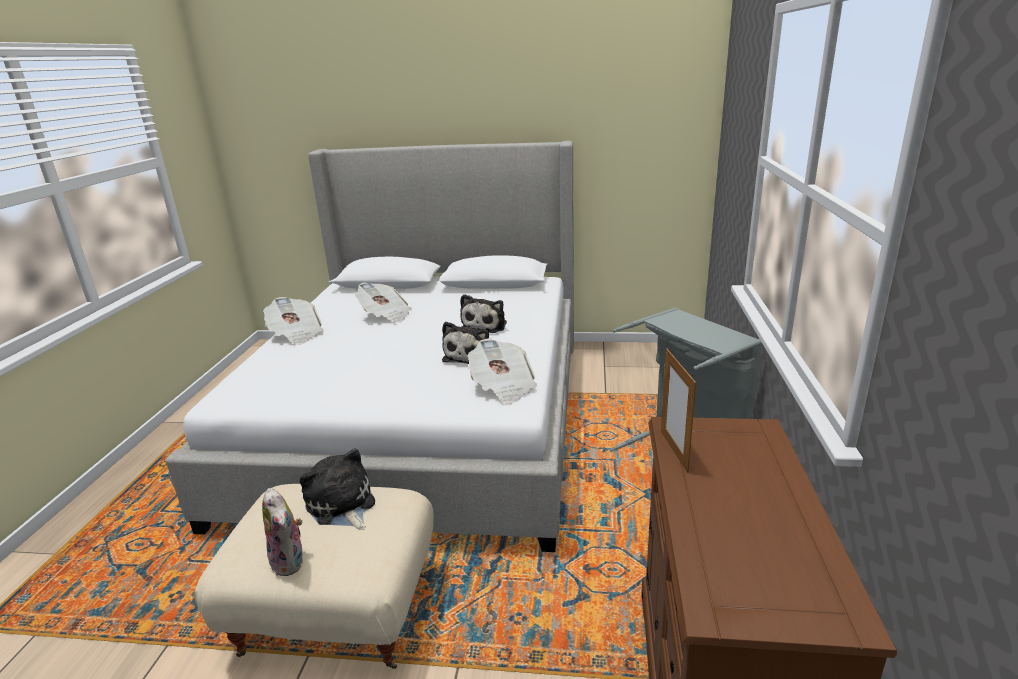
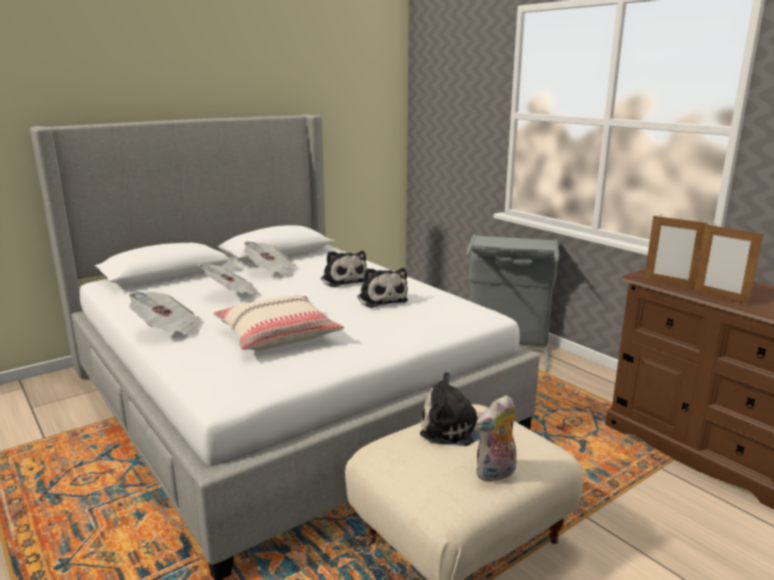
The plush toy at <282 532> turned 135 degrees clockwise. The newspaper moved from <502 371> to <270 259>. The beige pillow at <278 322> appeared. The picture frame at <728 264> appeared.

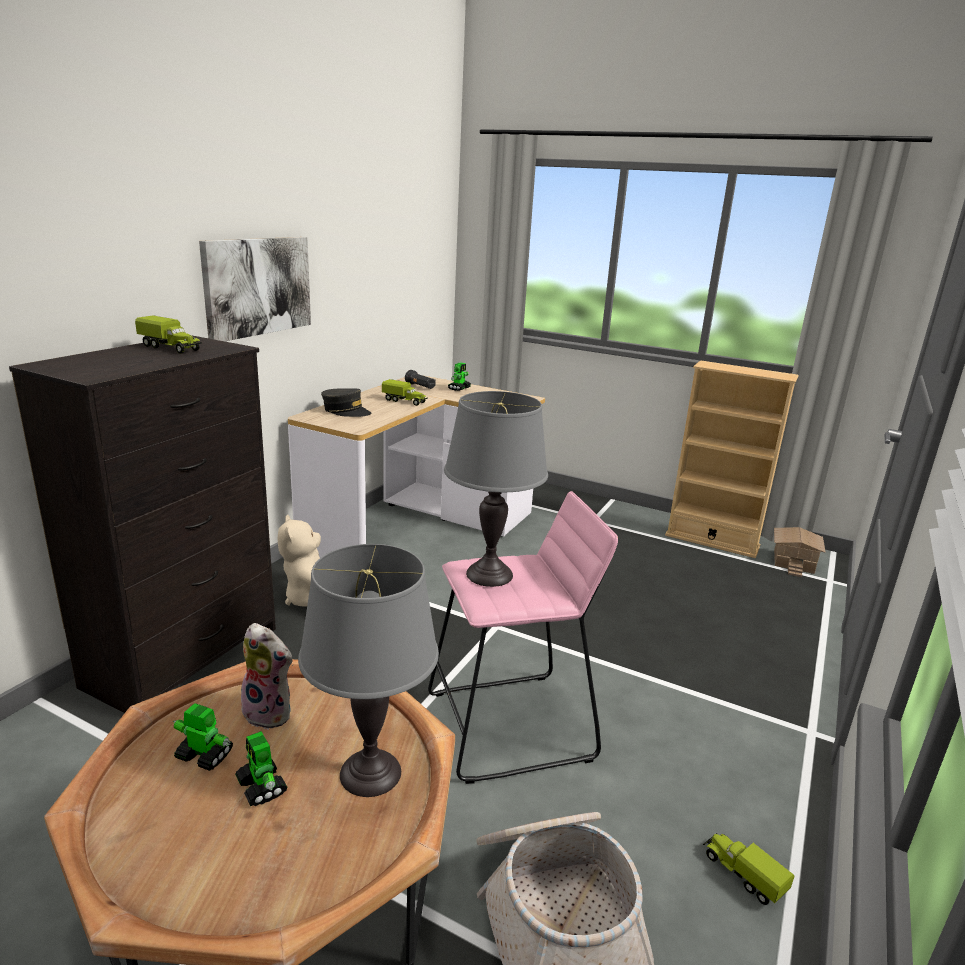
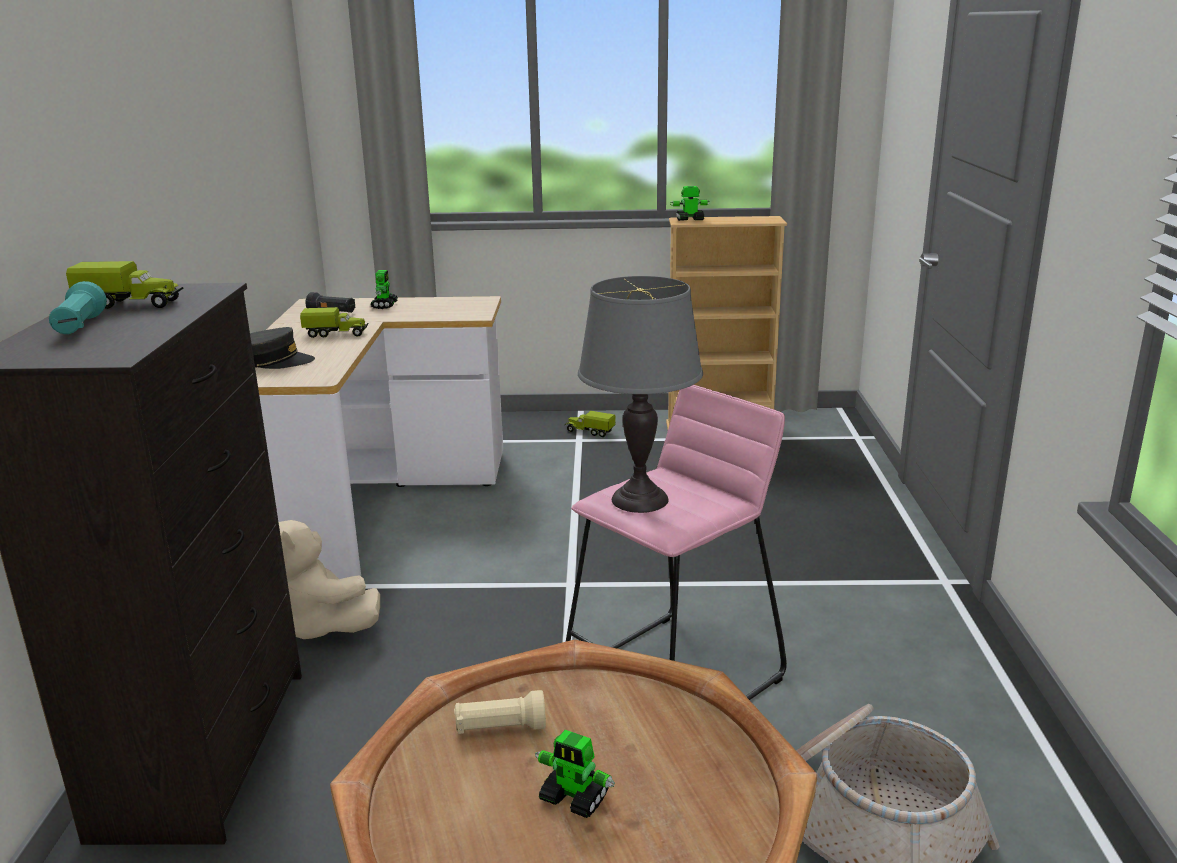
The toy robot moved from <203 737> to <690 203>. The picture at <255 289> disappeared. The plush toy at <267 676> was replaced by the beige flashlight at <500 712>. The grey table lamp at <368 670> disappeared. The toy truck moved from <748 869> to <589 424>. The toy house at <800 552> disappeared. The turquoise flashlight at <78 307> appeared.

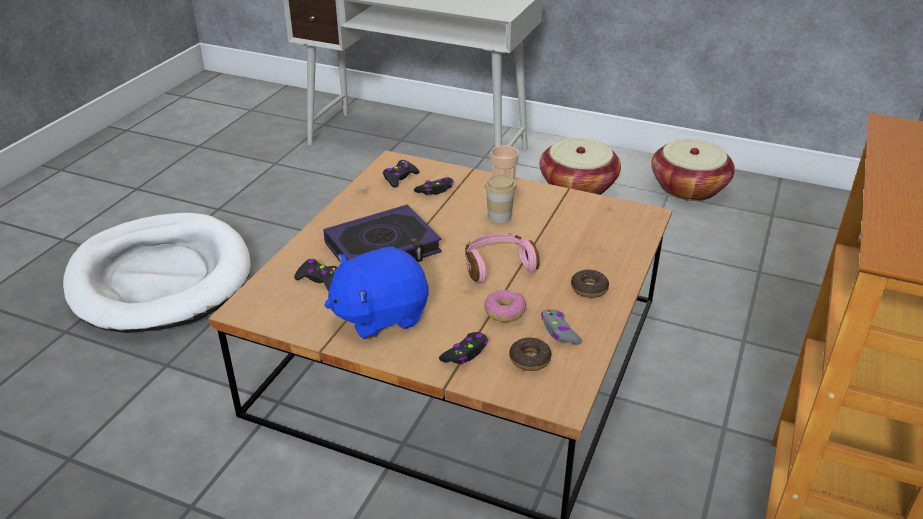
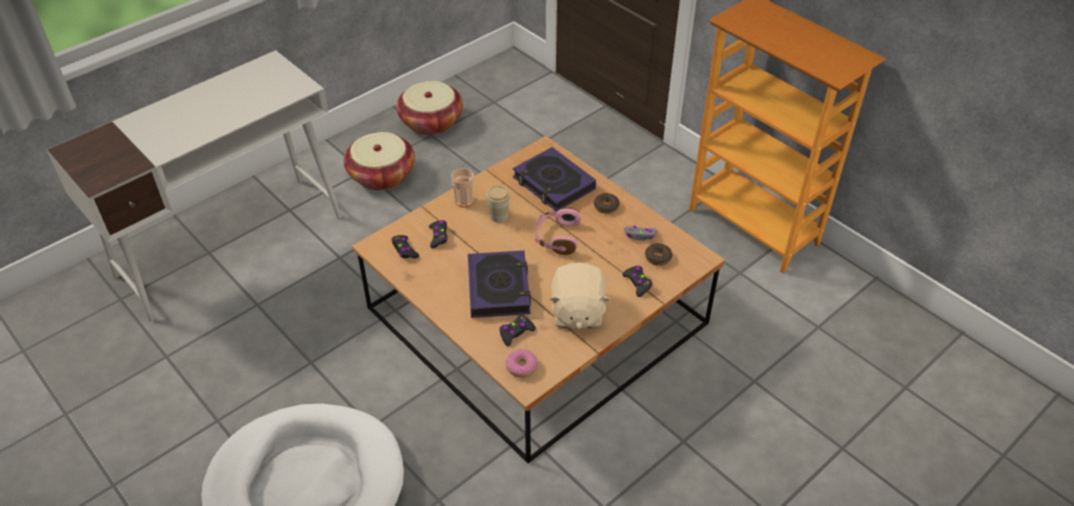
The blue plush toy at <376 293> became the beige plush toy at <579 295>. The donut moved from <505 306> to <522 363>. The book at <554 179> appeared.

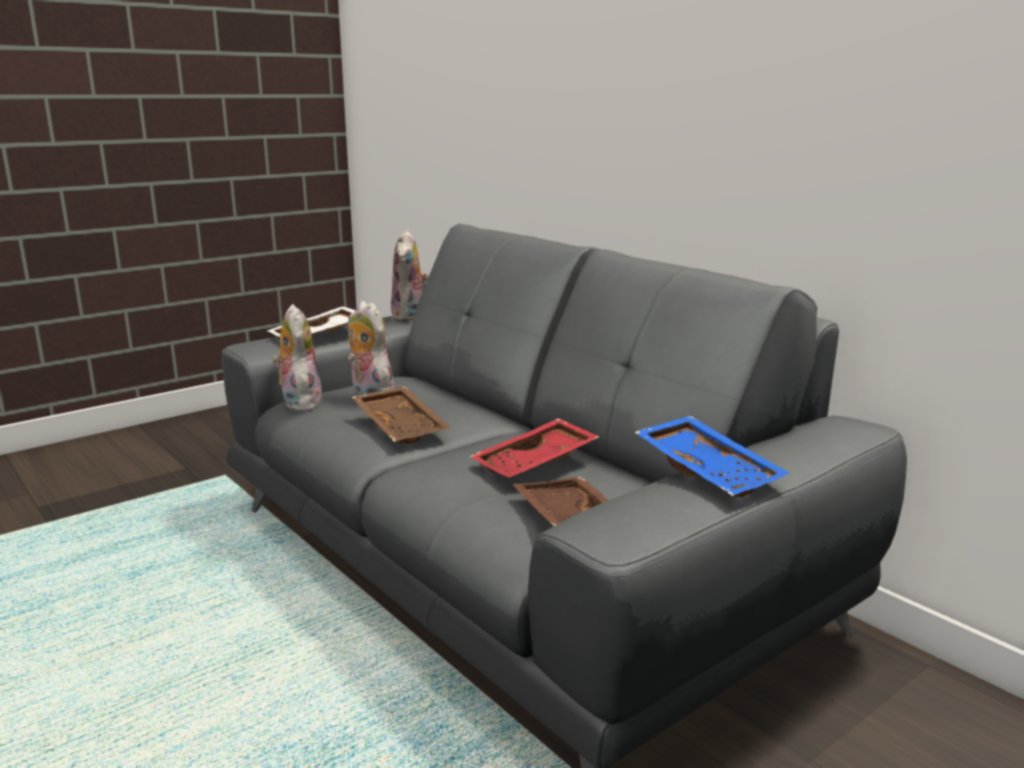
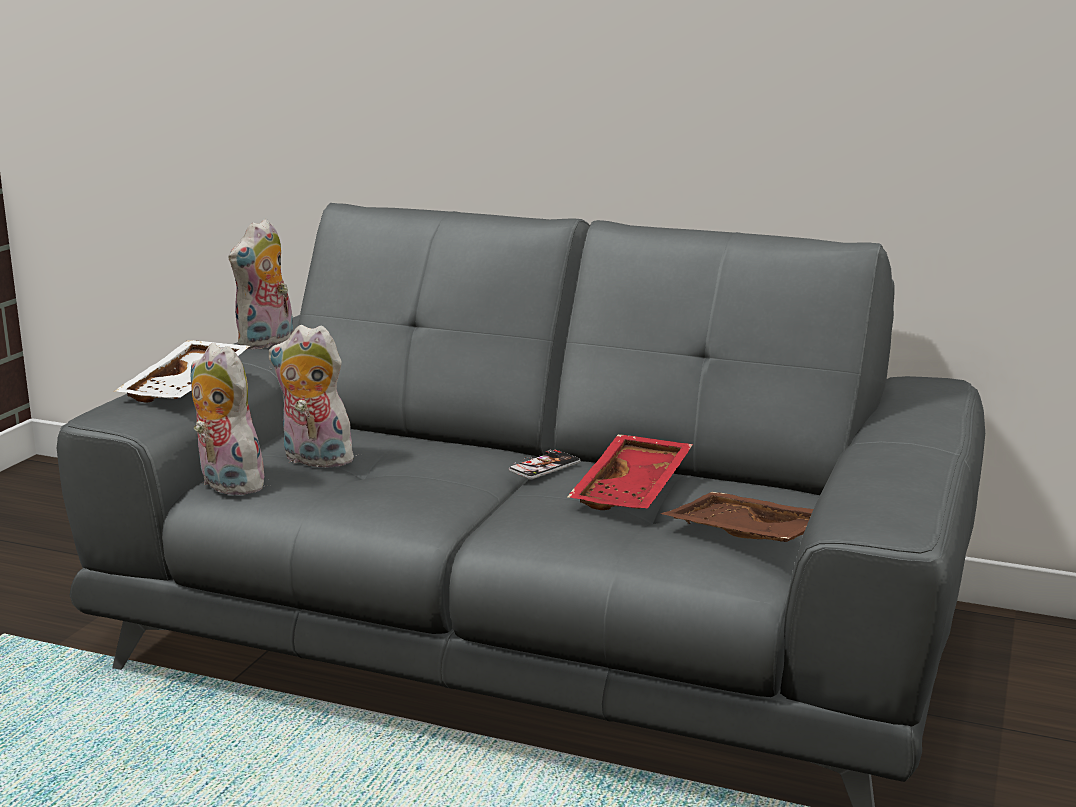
The brown tray at <401 415> disappeared. The plush toy at <410 276> turned 60 degrees clockwise. The blue tray at <712 456> disappeared. The phone at <545 464> appeared.

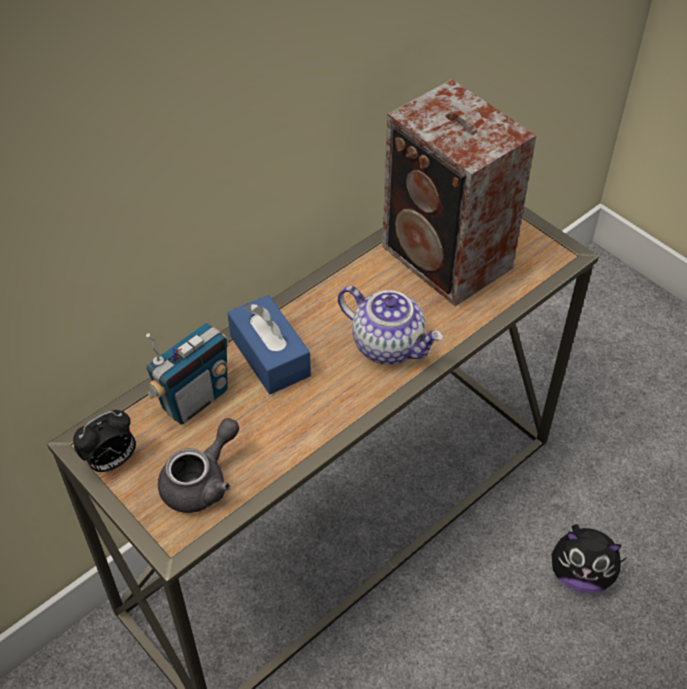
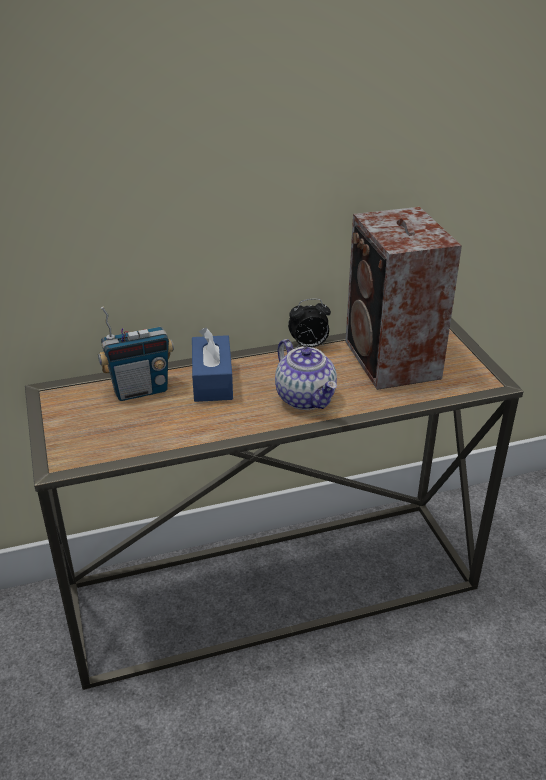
The alarm clock moved from <104 441> to <309 323>. The grey teapot at <198 465> disappeared. The plush toy at <589 558> disappeared.

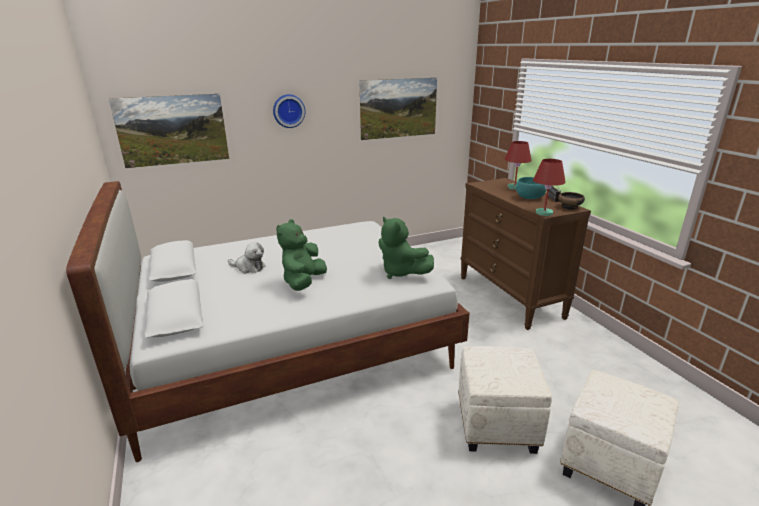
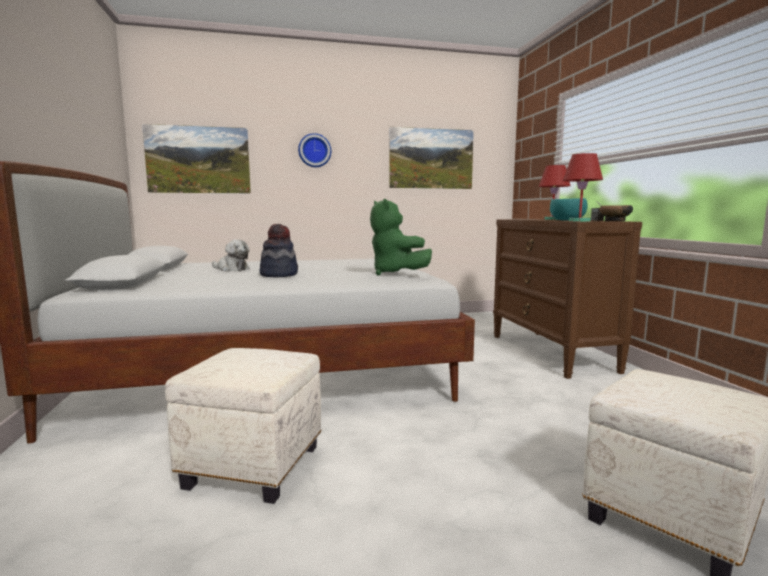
The green plush toy at <301 255> was replaced by the hat at <279 250>. The white ottoman moved from <505 400> to <243 426>.

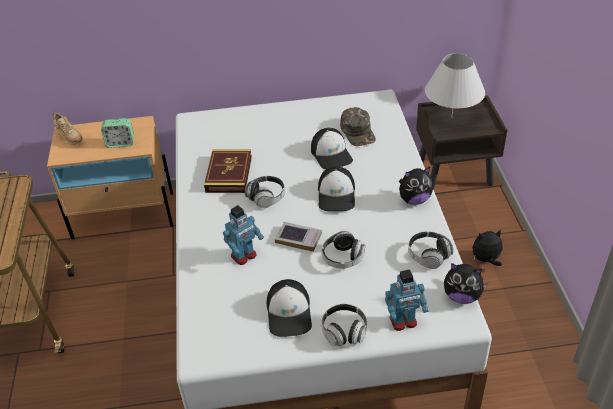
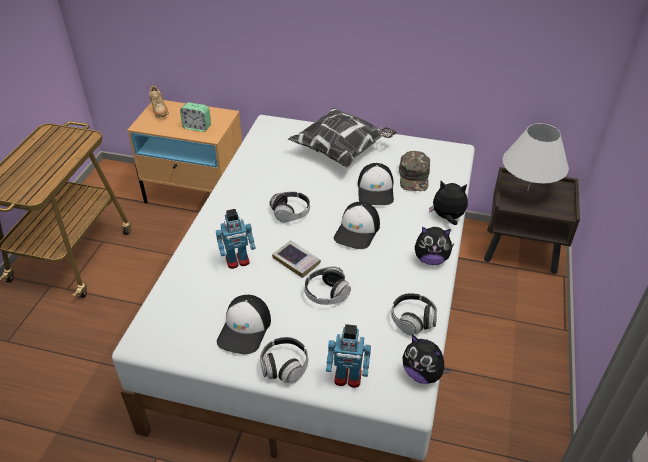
The book at <228 171> disappeared. The plush toy moved from <487 248> to <448 203>. The pillow at <342 138> appeared.

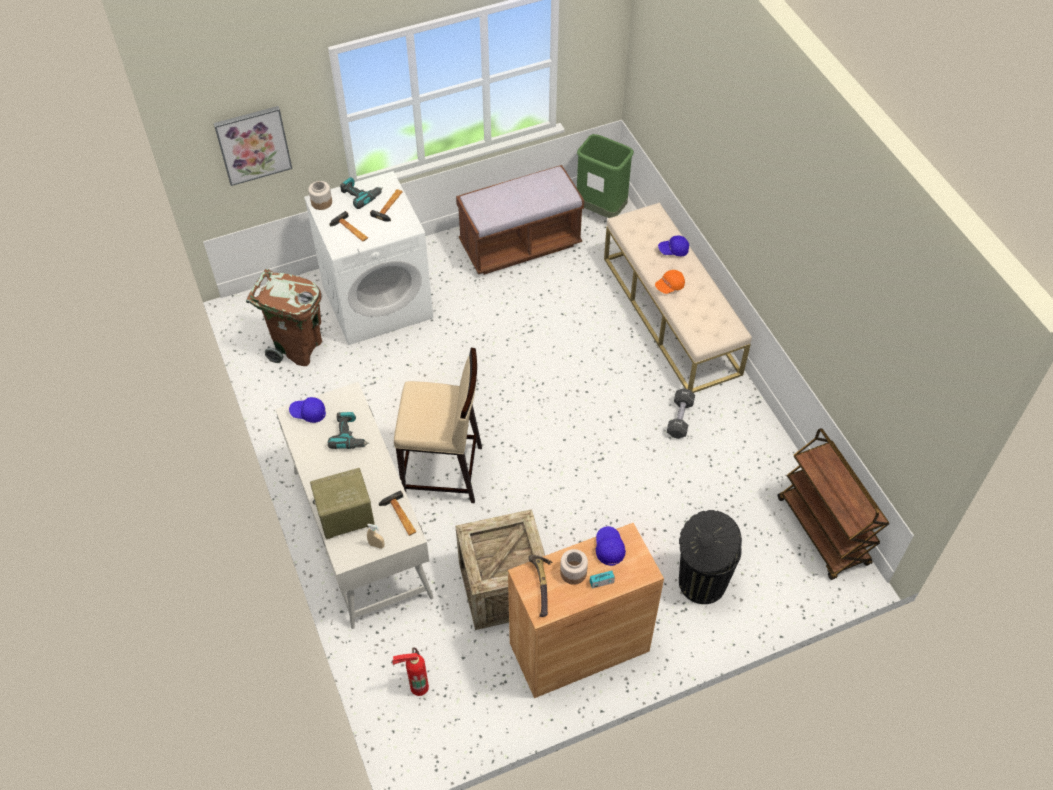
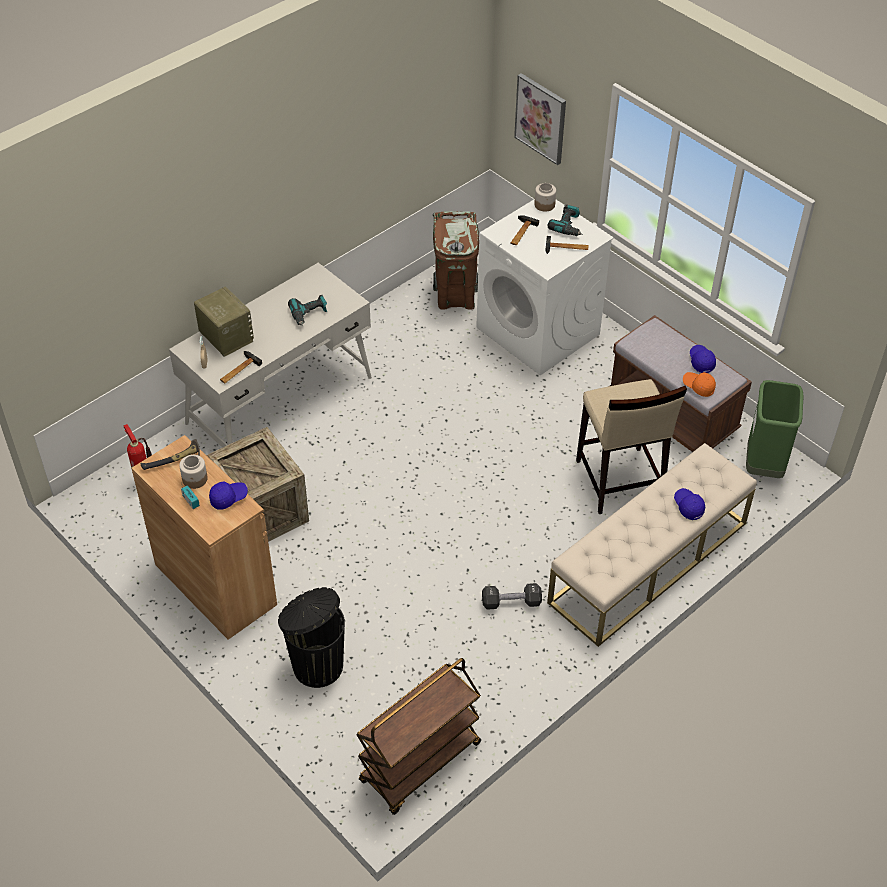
The blue cap moved from <307 410> to <703 359>. The beige stool moved from <438 425> to <631 446>. The orange cap moved from <670 282> to <699 384>.

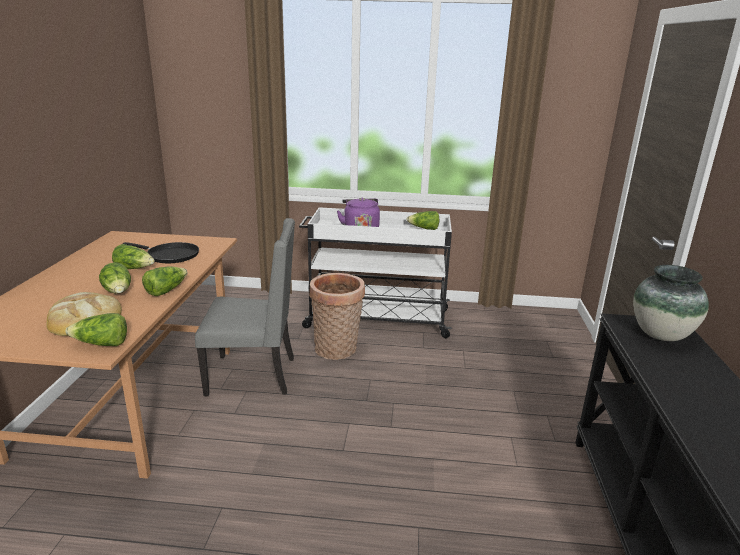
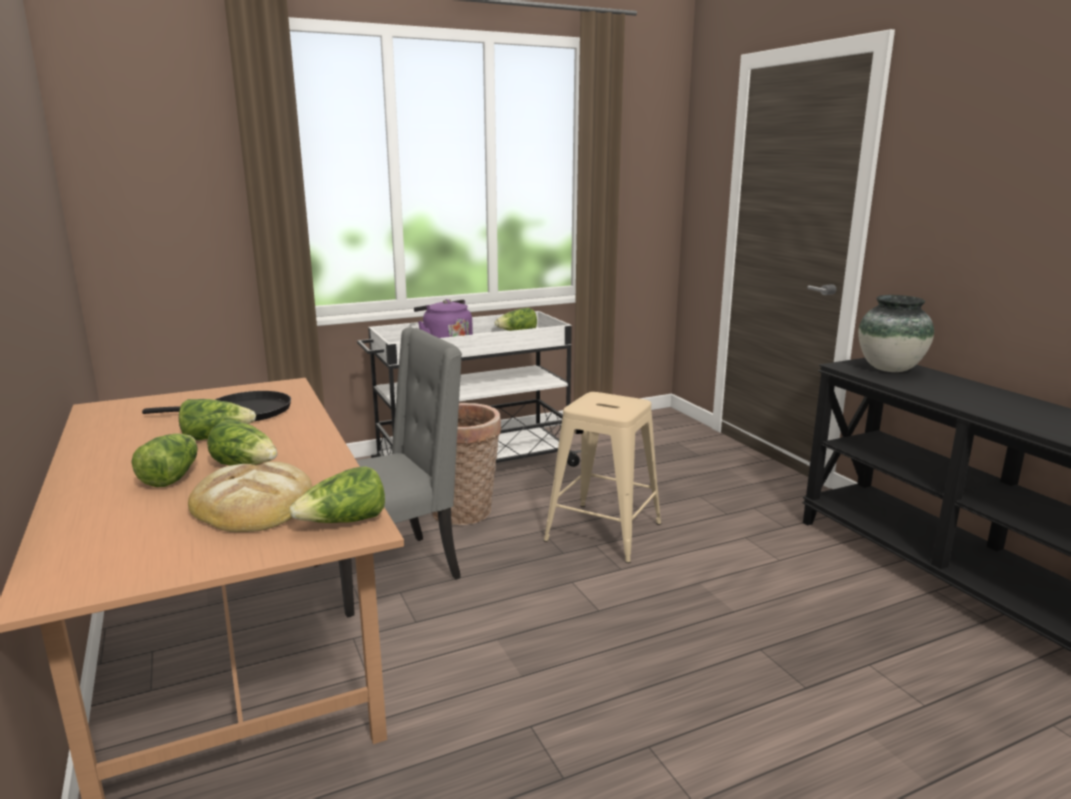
The lettuce moved from <165 281> to <164 460>. The beige stool at <602 477> appeared.

